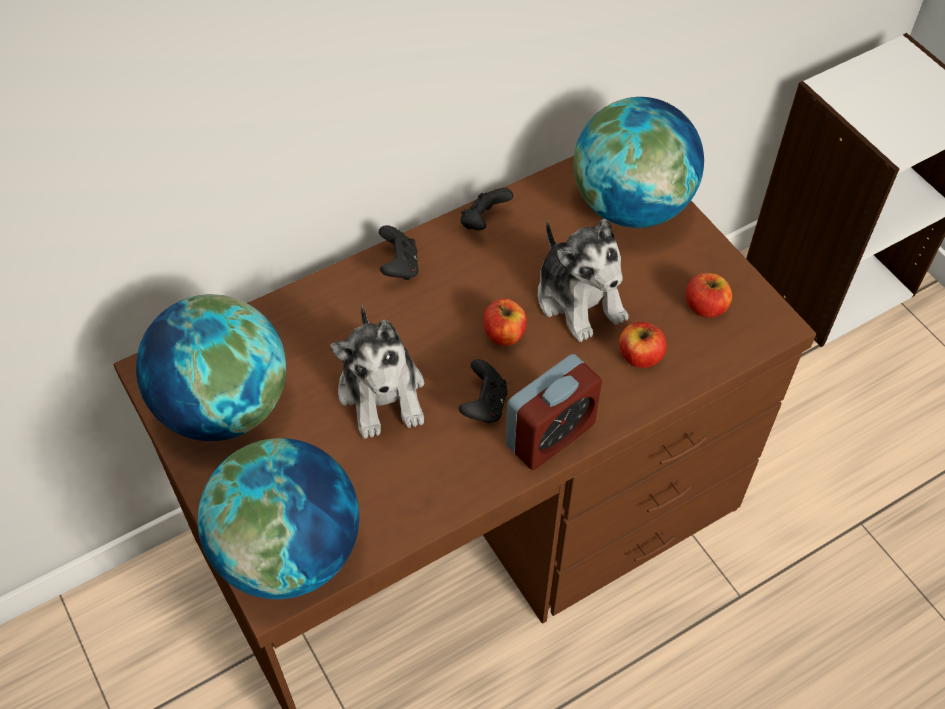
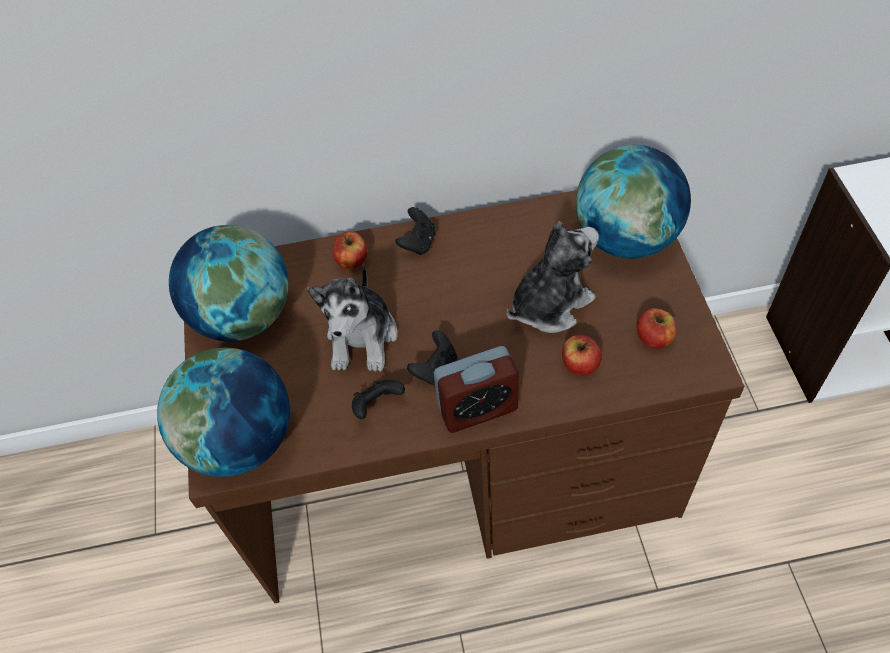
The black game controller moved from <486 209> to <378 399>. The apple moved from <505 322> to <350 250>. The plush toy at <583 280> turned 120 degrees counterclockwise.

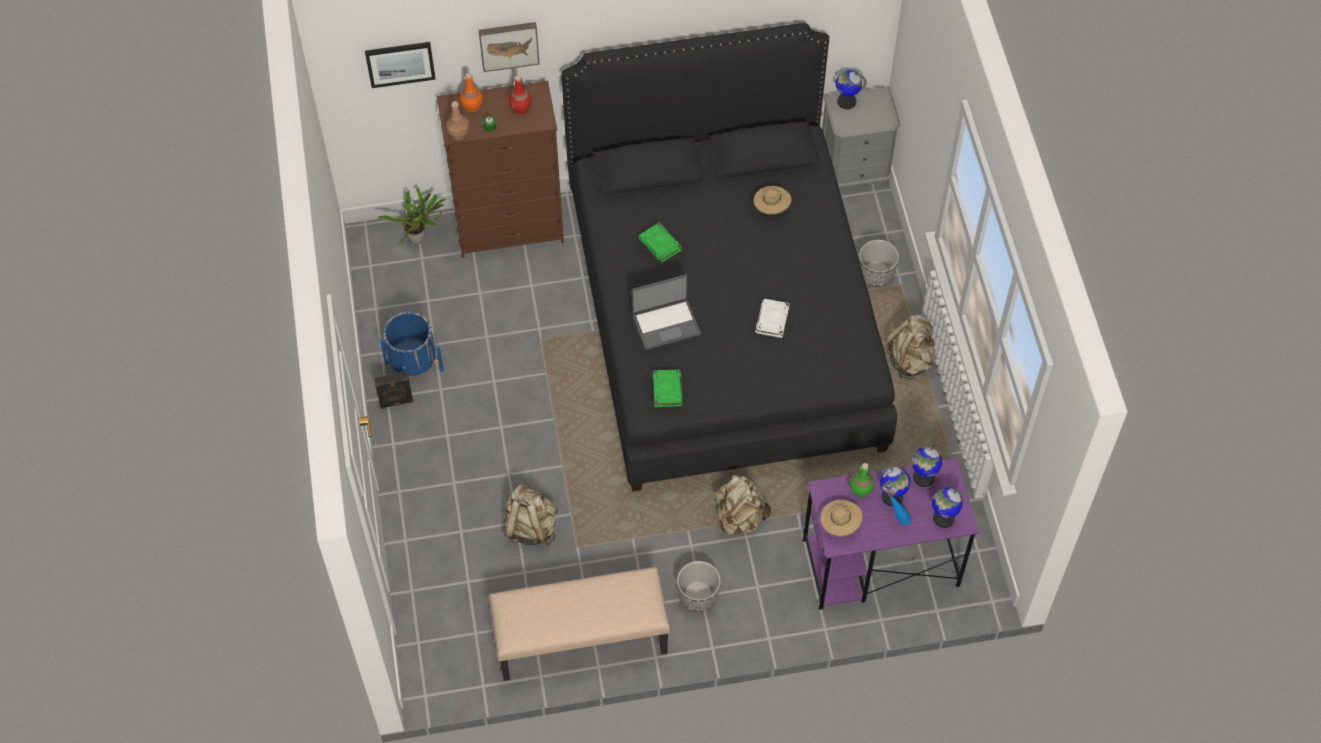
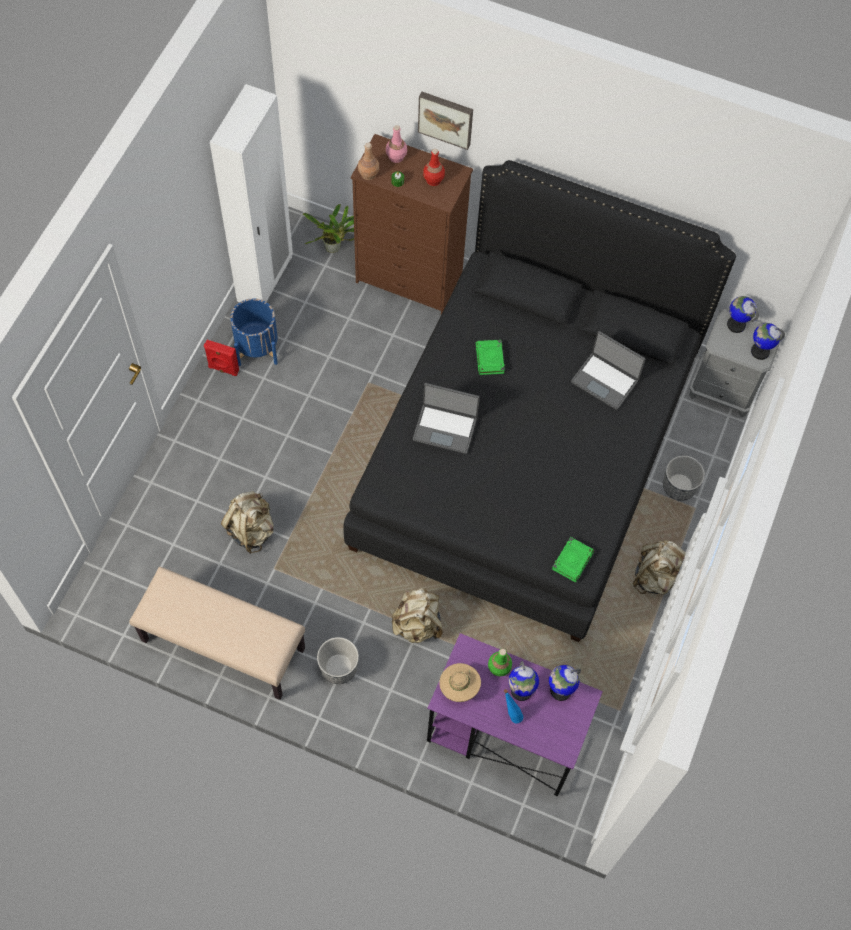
The picture at <400 65> disappeared. The black speaker at <394 390> became the red speaker at <221 358>. The orange bottle at <471 92> became the pink bottle at <396 144>. The green book moved from <668 388> to <573 559>. The beige hat at <773 200> was replaced by the laptop at <608 370>. The white book at <772 318> disappeared. The globe moved from <948 507> to <768 341>. The white wardrobe at <251 193> appeared.

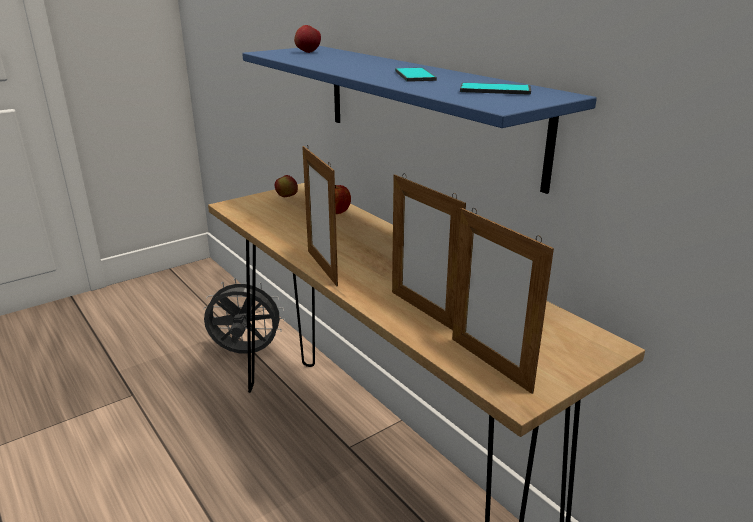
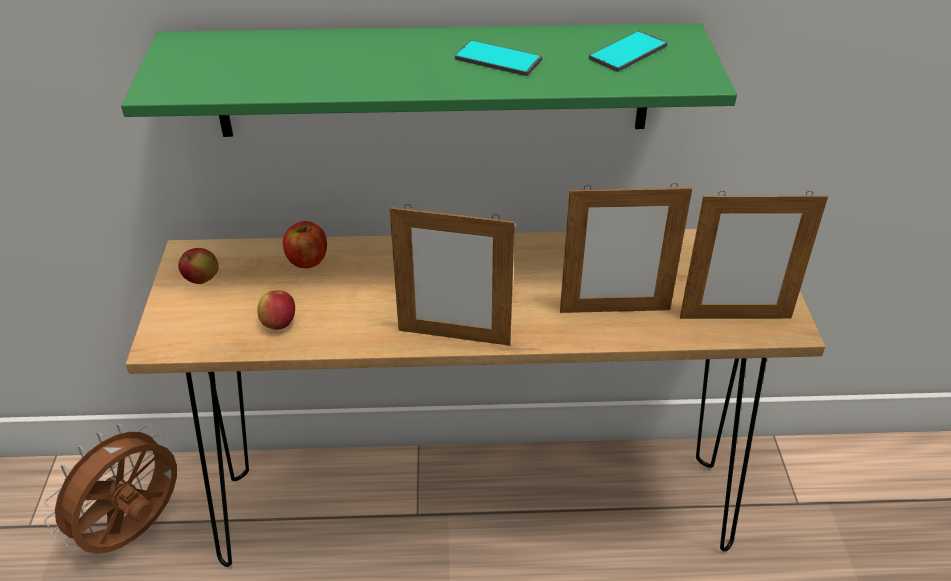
The grey fan at <244 316> became the brown fan at <110 488>. The blue shelf at <419 120> became the green shelf at <429 80>. The apple moved from <307 39> to <276 310>.

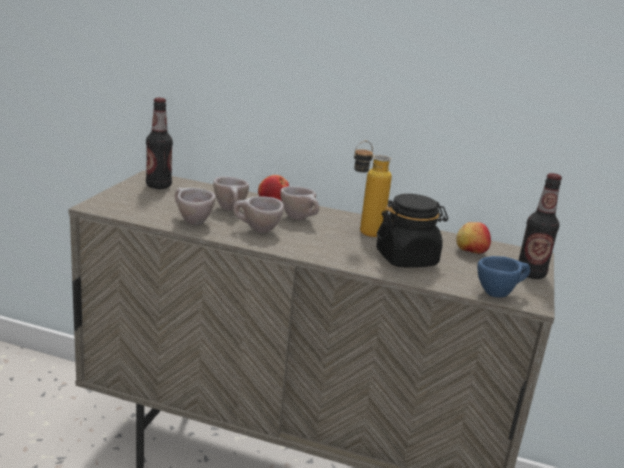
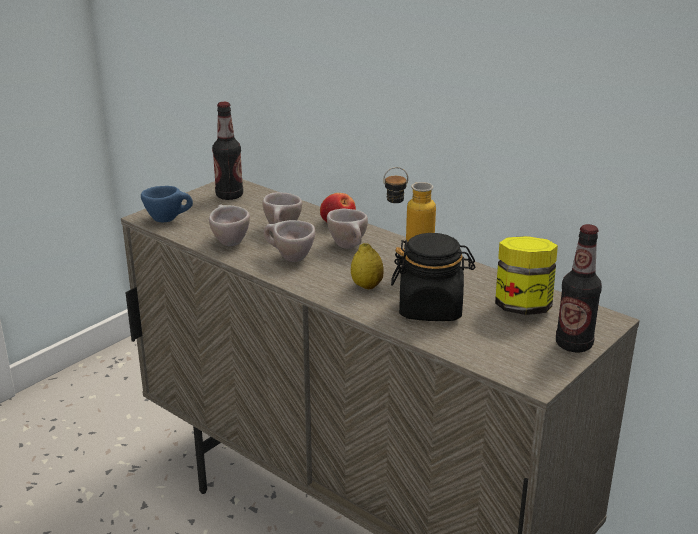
The apple at <473 238> was replaced by the jar at <526 275>. The blue cup moved from <503 277> to <167 204>. The lemon at <367 266> appeared.

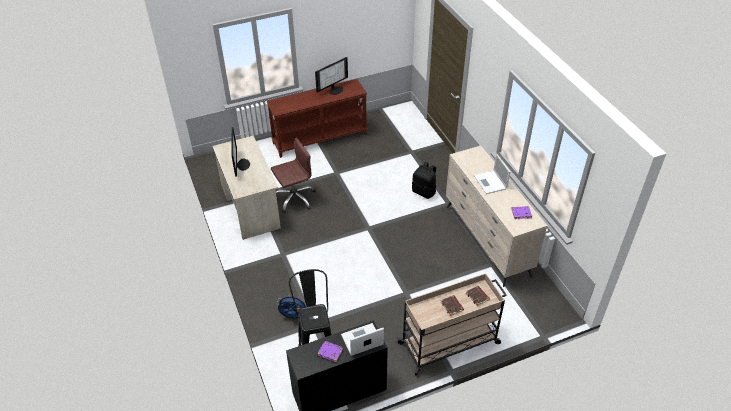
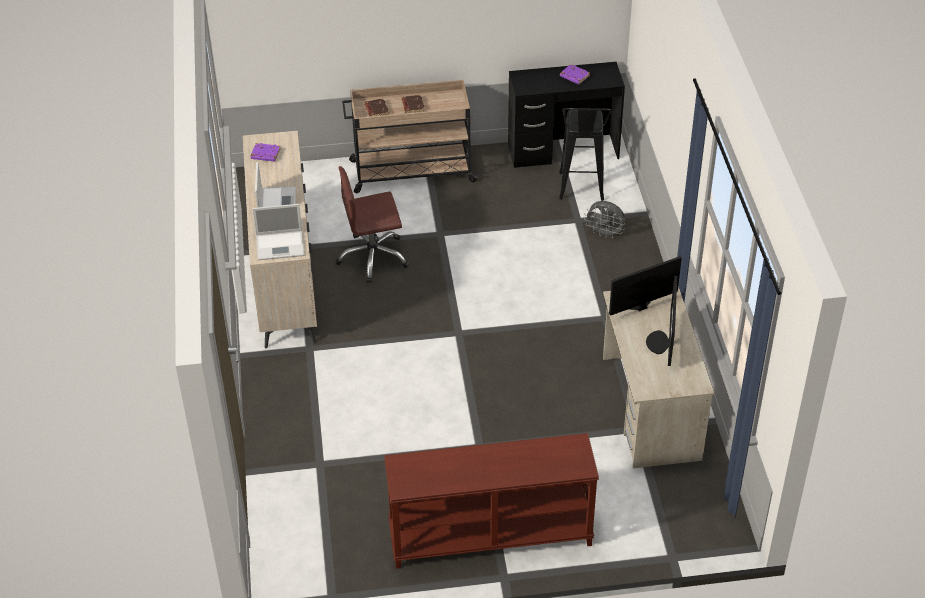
The brown office chair moved from <293 175> to <372 224>. The blue fan at <292 306> became the grey fan at <604 219>. The monitor moved from <331 76> to <645 286>. The laptop moved from <362 339> to <278 232>. The black backpack at <424 180> disappeared.

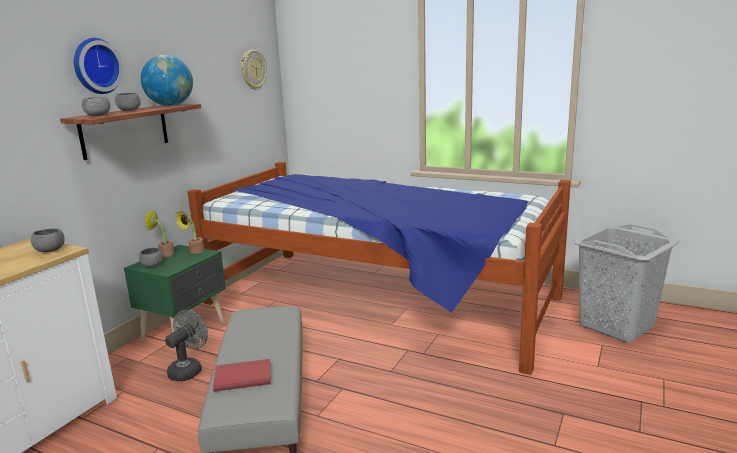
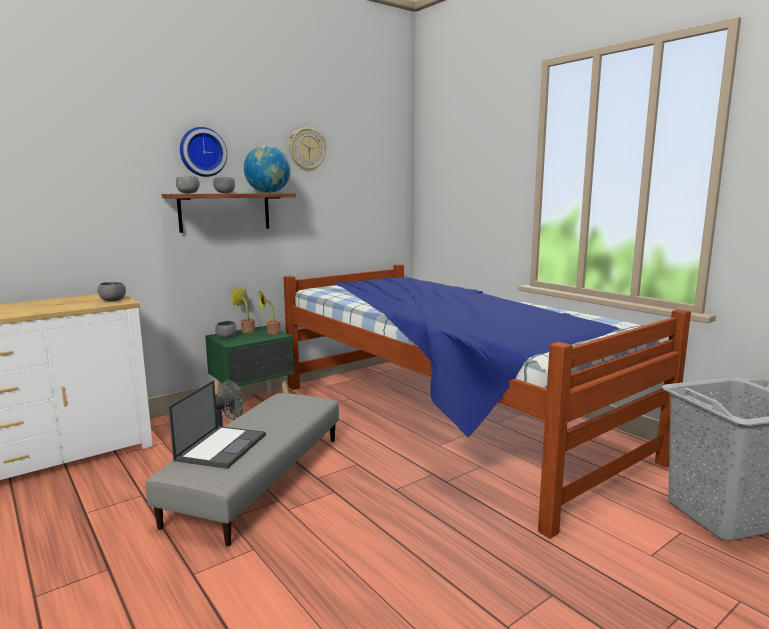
The red book at <242 375> was replaced by the laptop at <217 424>. The wall clock moved from <254 70> to <307 149>.

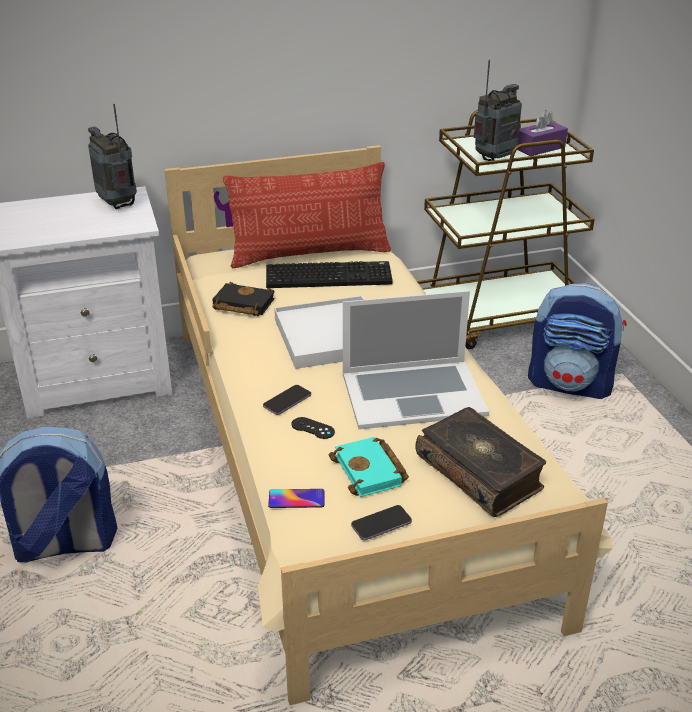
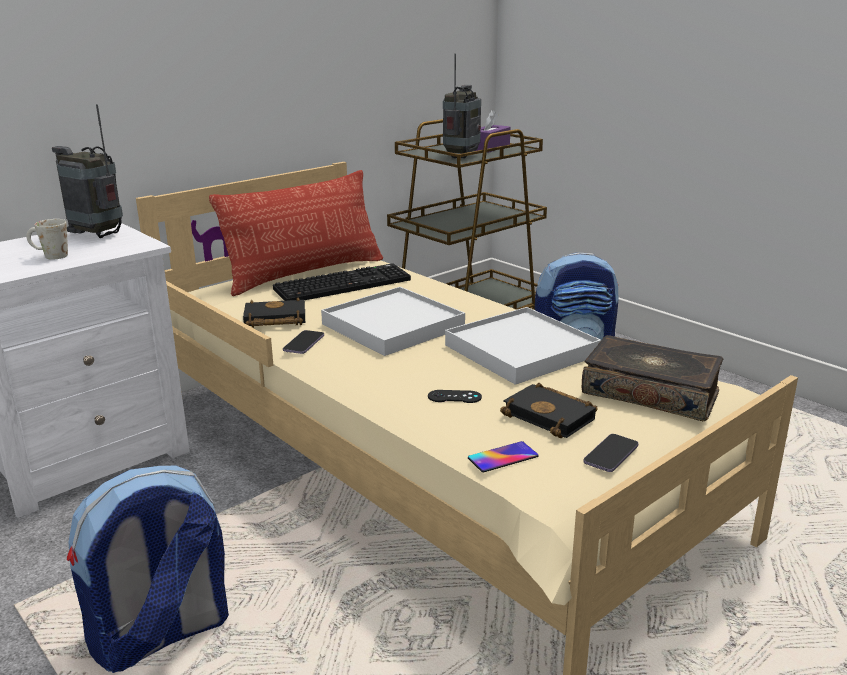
The phone moved from <287 400> to <303 342>. The turquoise book at <369 467> became the black book at <549 410>. The laptop at <416 360> was replaced by the white tray at <523 346>. The white mug at <47 239> appeared.

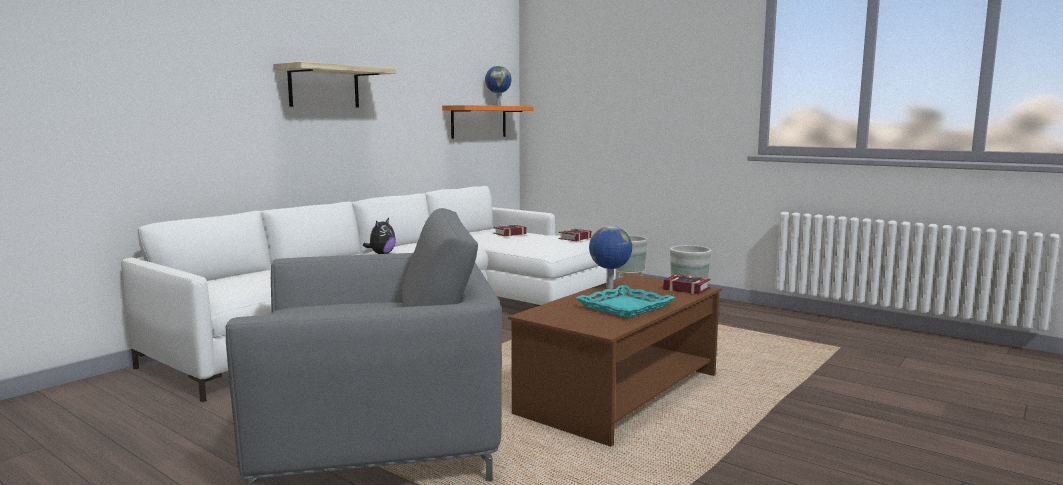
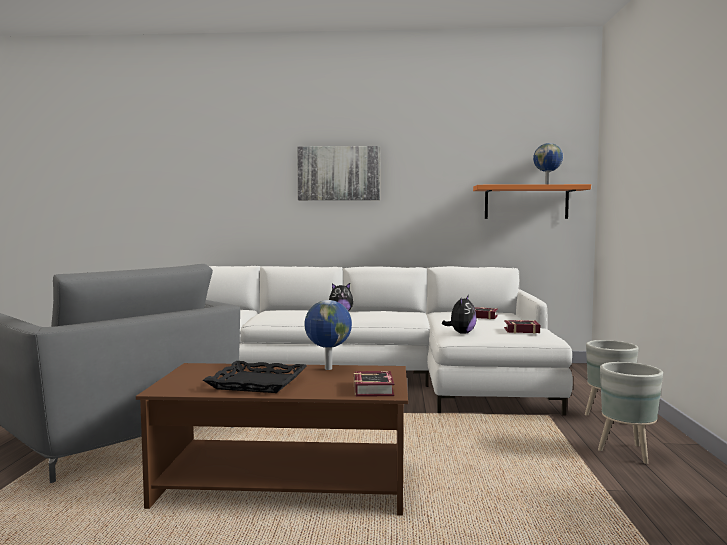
The shelf at <334 84> was replaced by the picture at <338 173>. The turquoise tray at <625 301> became the black tray at <255 377>. The plush toy at <459 314> appeared.

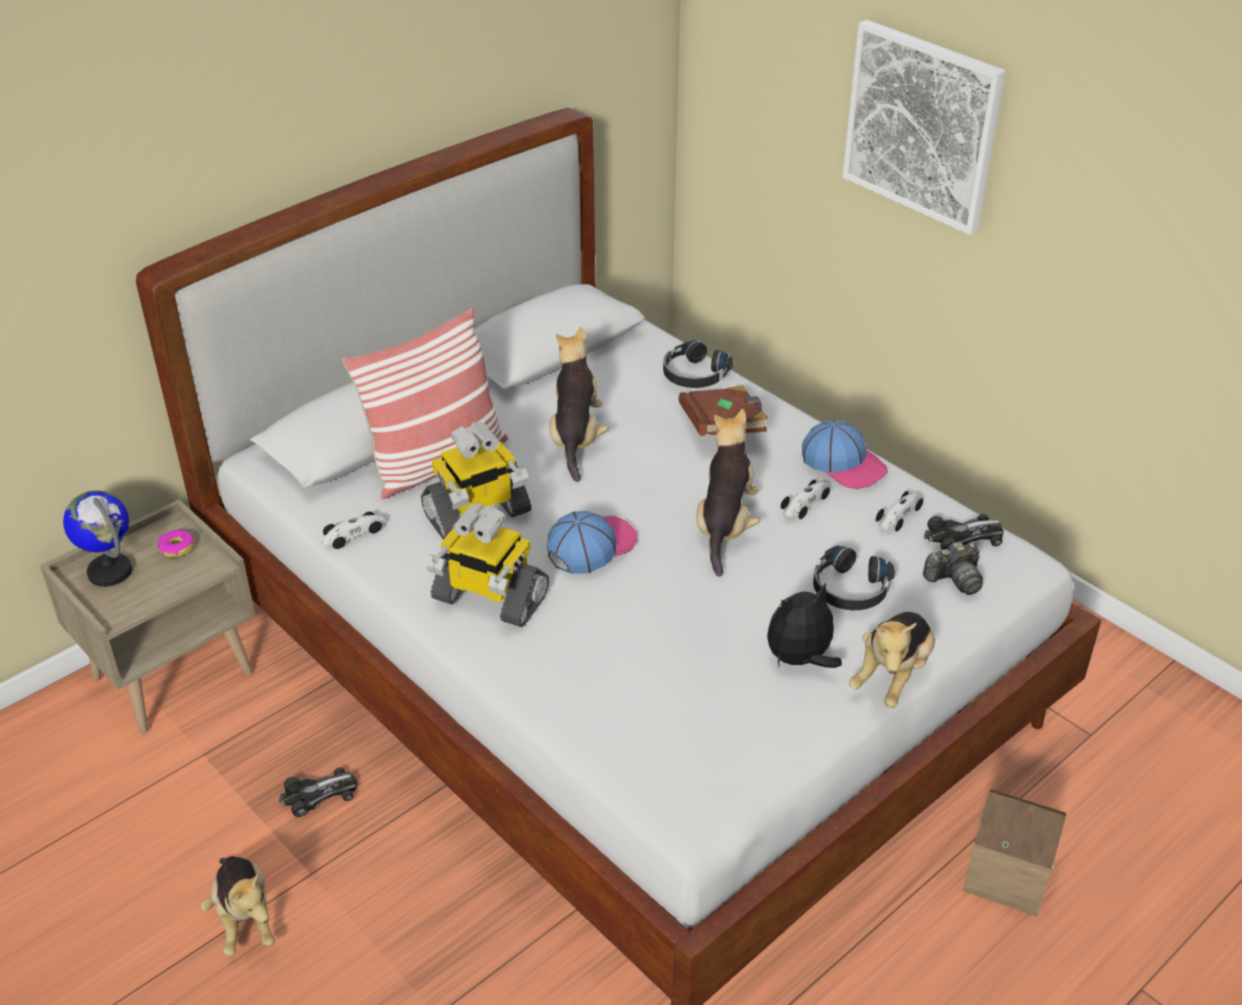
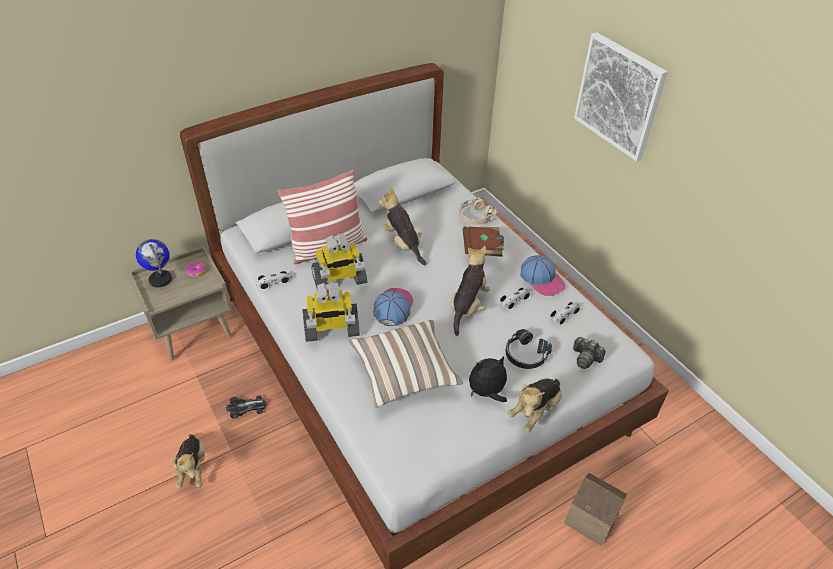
The toy robot at <487 565> turned 45 degrees counterclockwise. The cap at <592 542> turned 45 degrees counterclockwise. The plush toy at <579 404> turned 45 degrees counterclockwise. The black headphones at <698 364> became the beige headphones at <478 211>. The photo camera at <953 568> turned 45 degrees clockwise. The toy car at <964 532> disappeared. The pillow at <406 364> appeared.

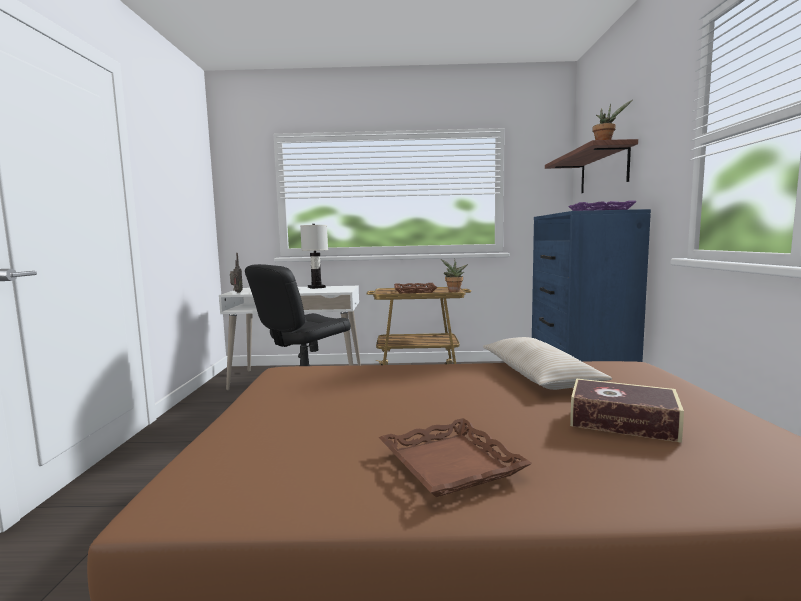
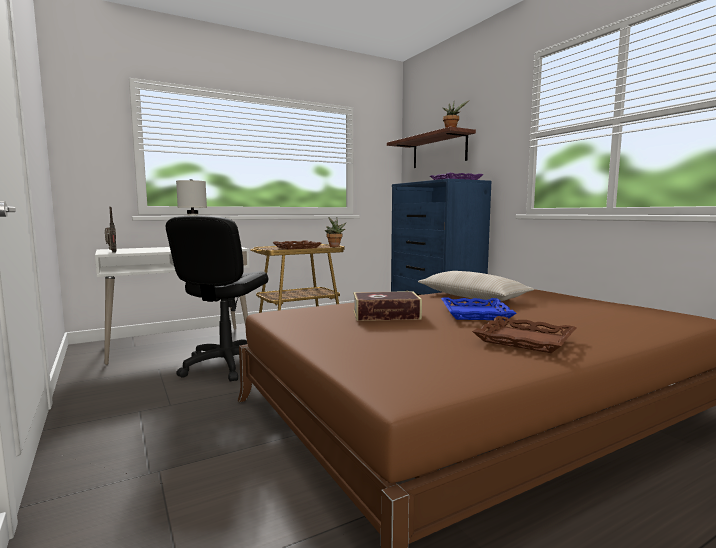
The book moved from <627 410> to <387 306>. The blue tray at <478 309> appeared.

